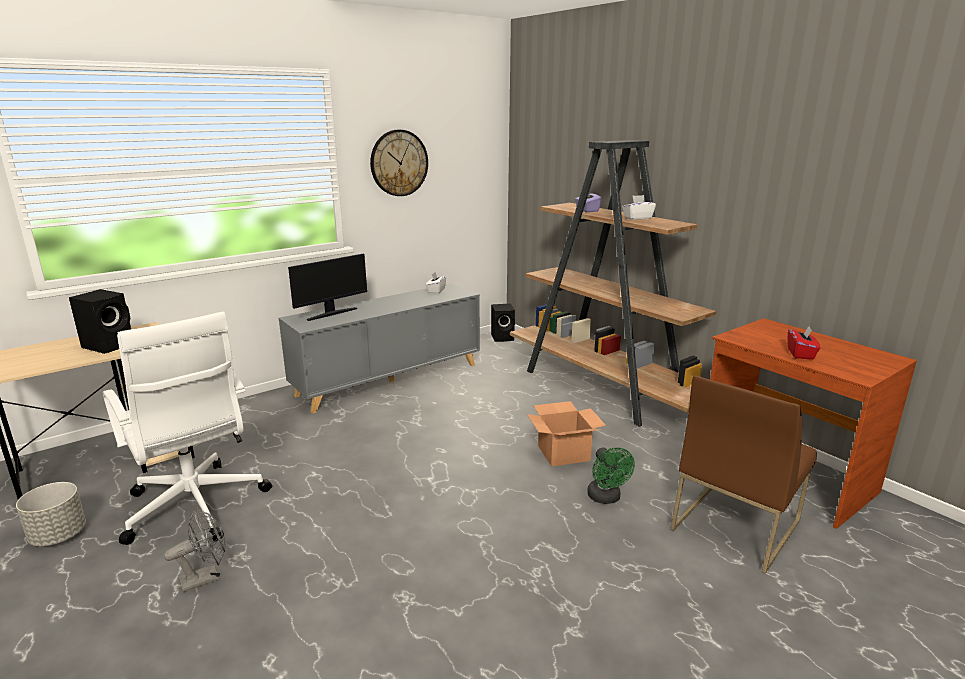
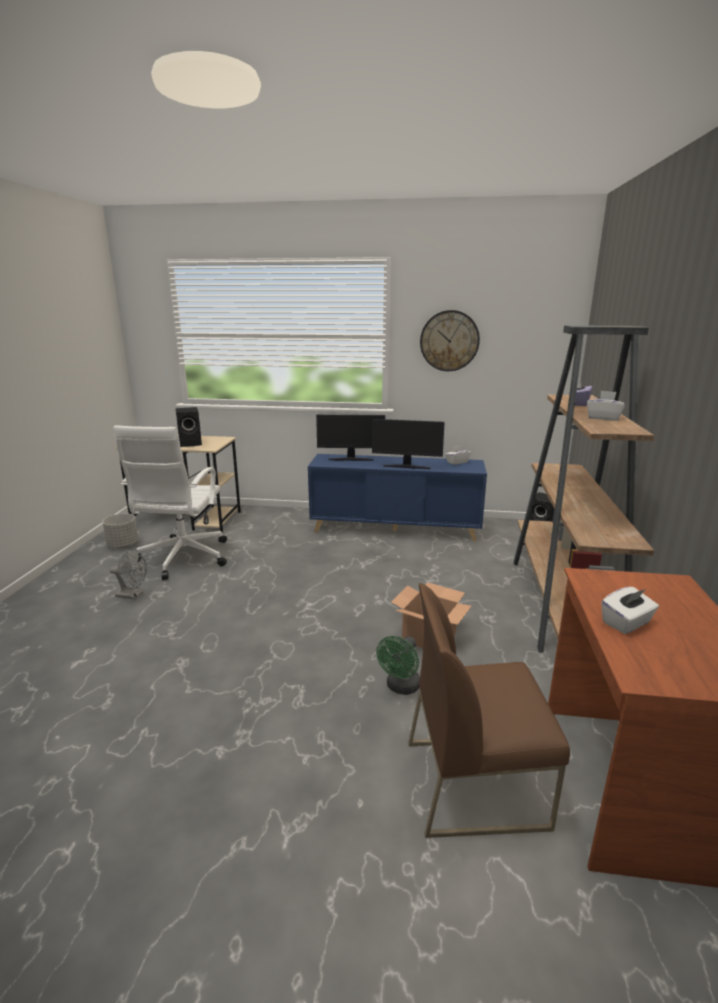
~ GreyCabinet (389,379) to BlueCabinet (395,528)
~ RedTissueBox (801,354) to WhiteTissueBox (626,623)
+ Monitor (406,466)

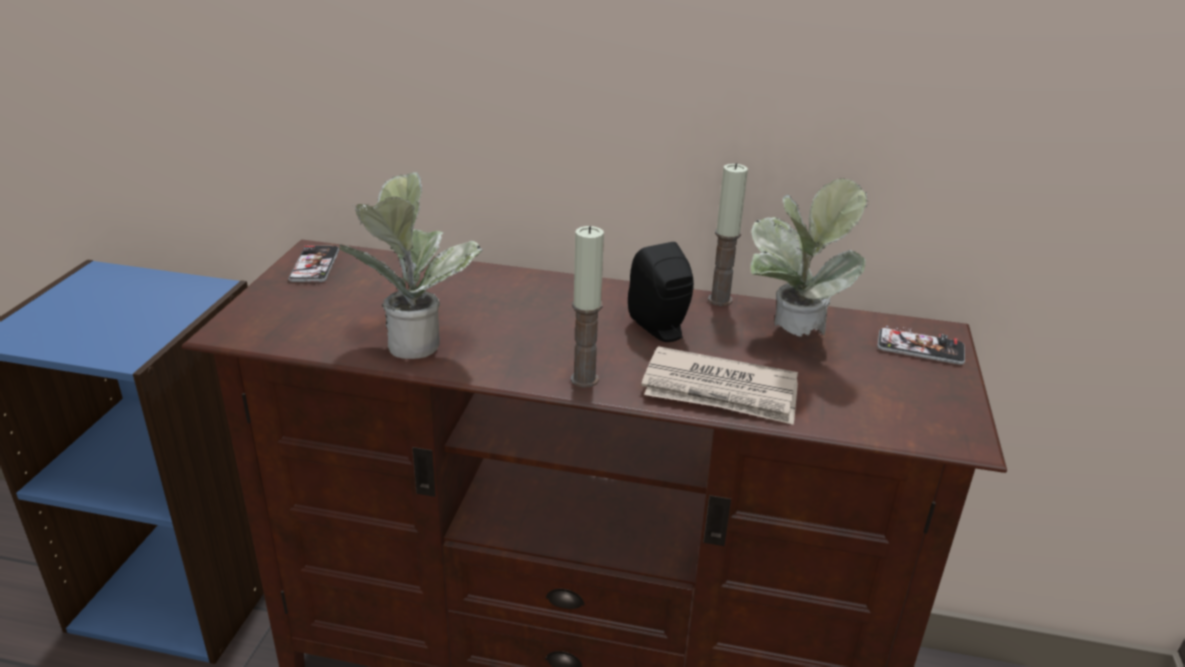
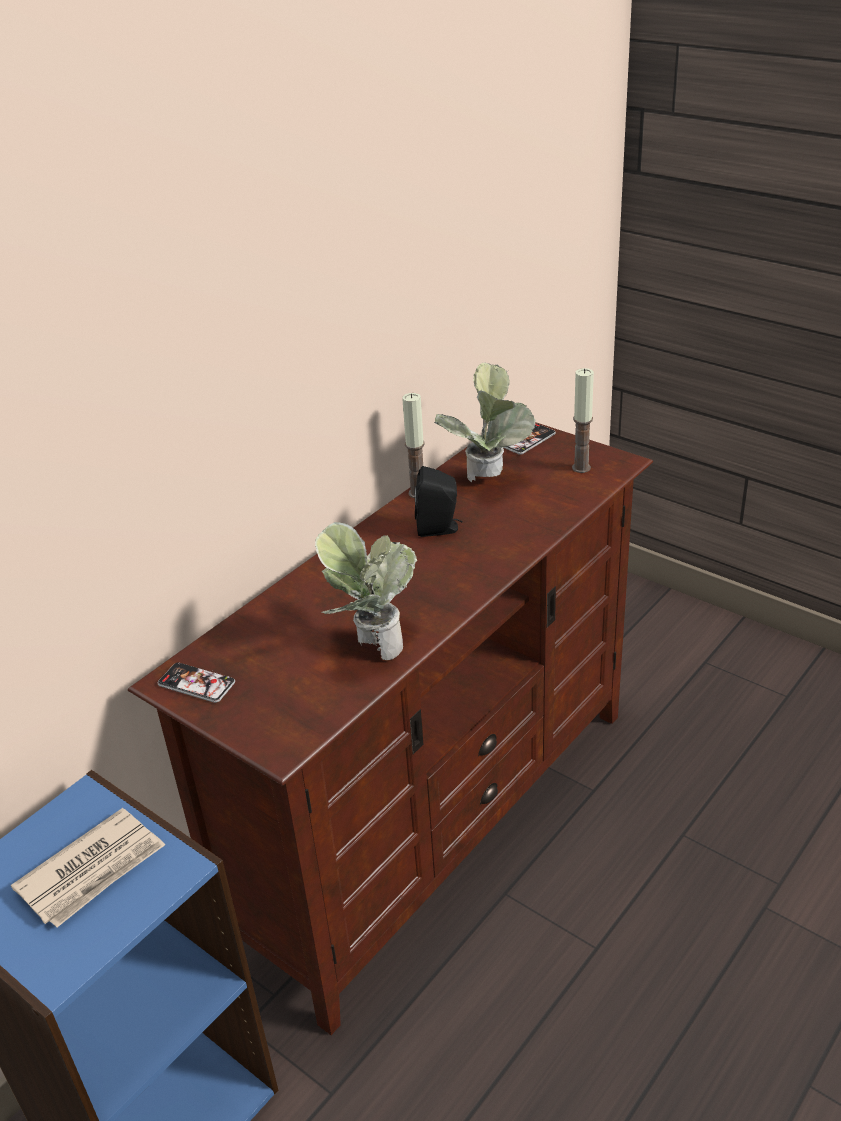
~ Candle (584,379) to (581,468)
~ Newspaper (721,392) to (93,871)

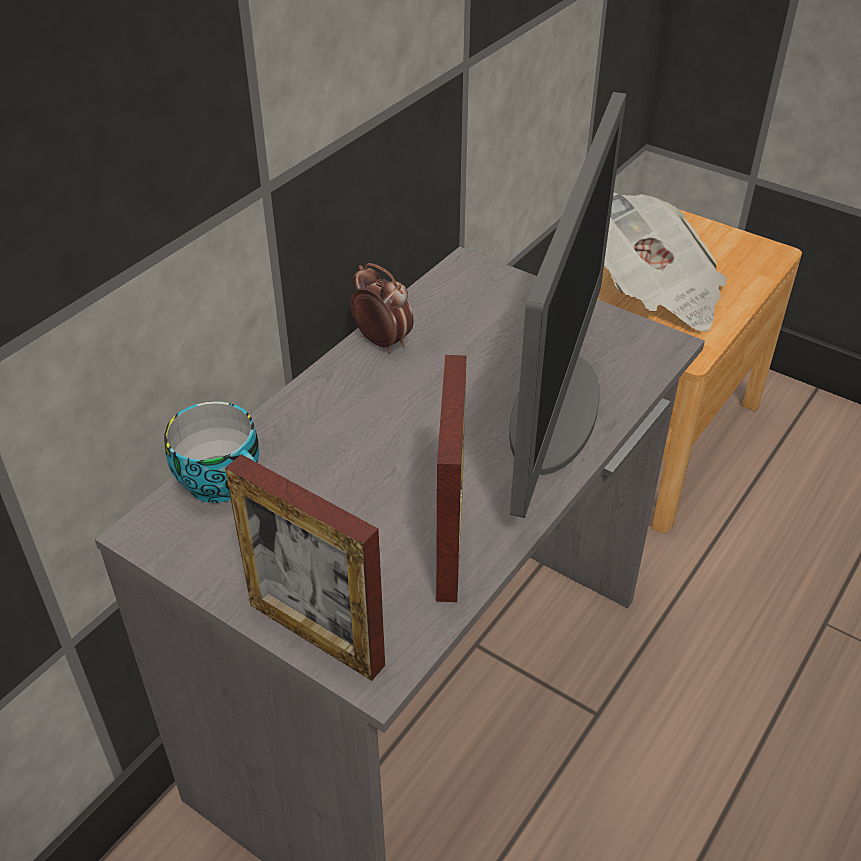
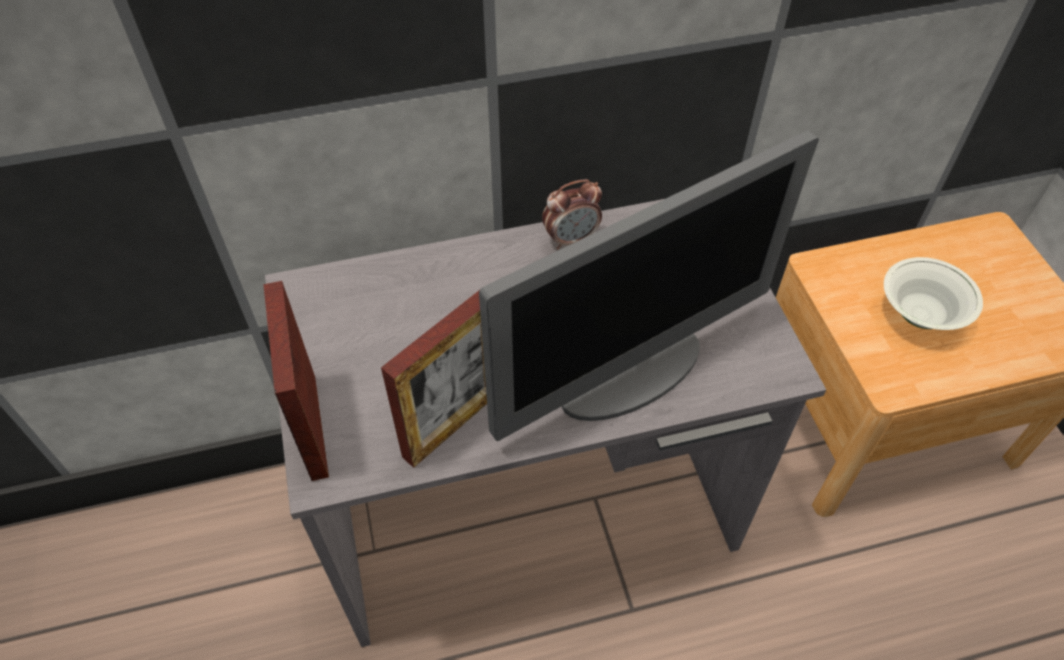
~ Newspaper (655,293) to WhiteBowl (920,315)
~ AlarmClock (382,342) = (571,239) 75 degrees clockwise
- Cup (224,481)

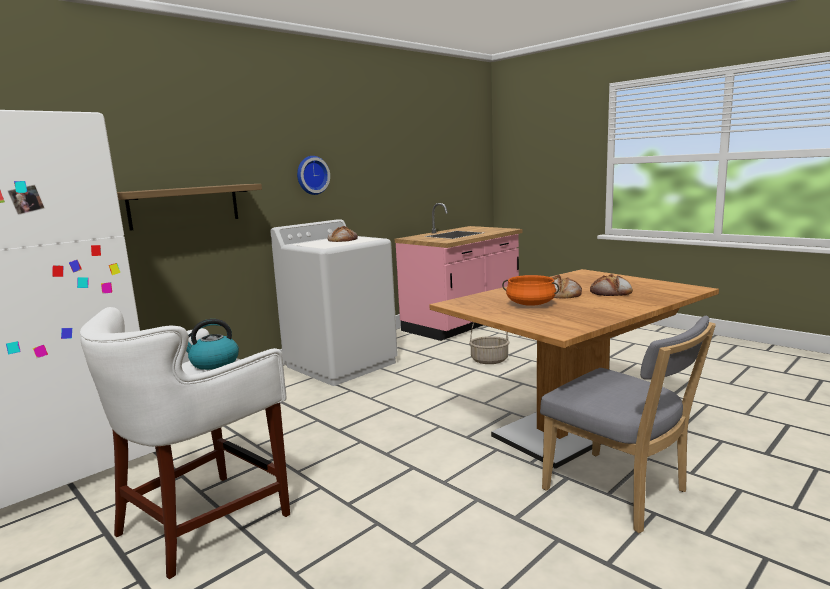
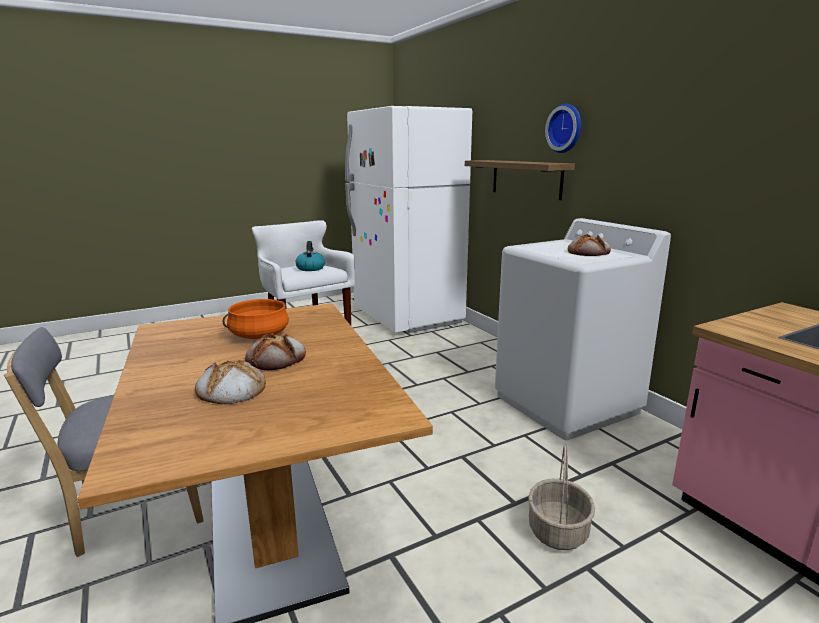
~ WallClock (311,175) to (566,128)

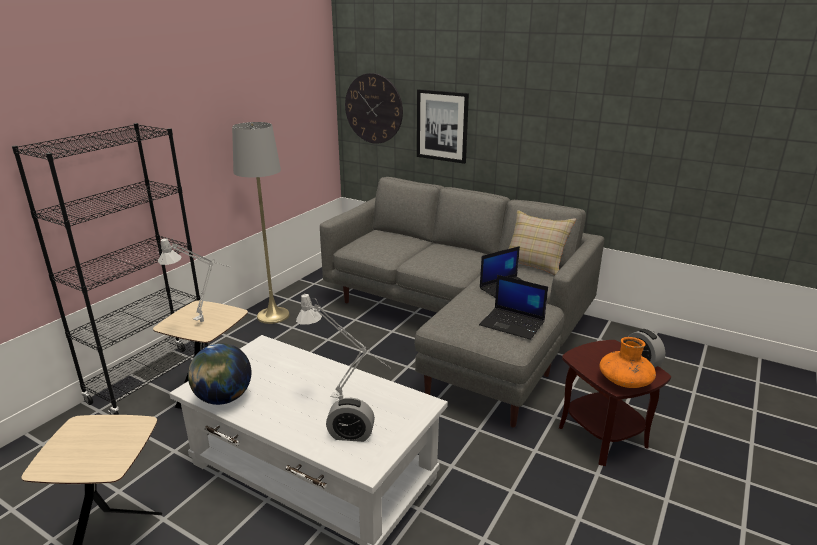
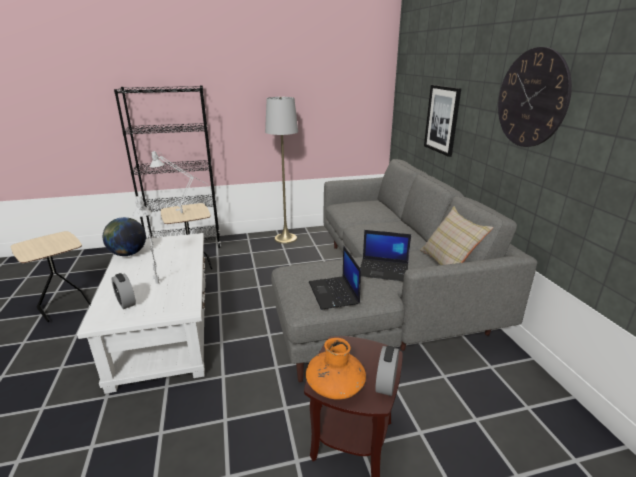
~ WallClock (373,108) to (532,98)

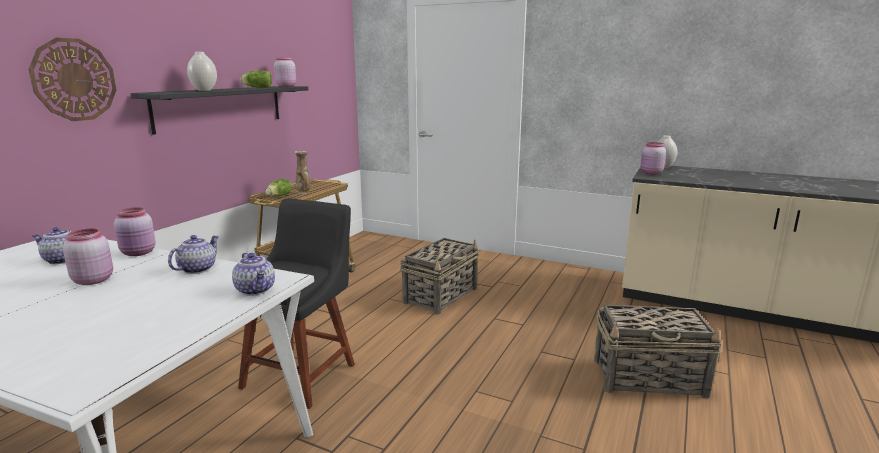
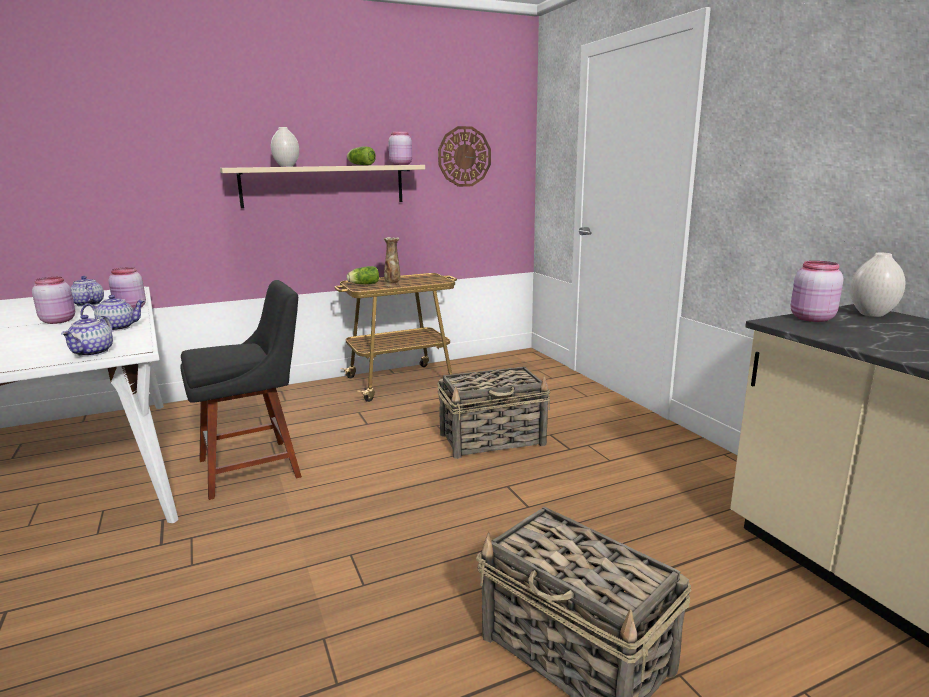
~ WallClock (74,80) to (464,156)
~ BlackShelf (221,107) to BeigeShelf (324,185)

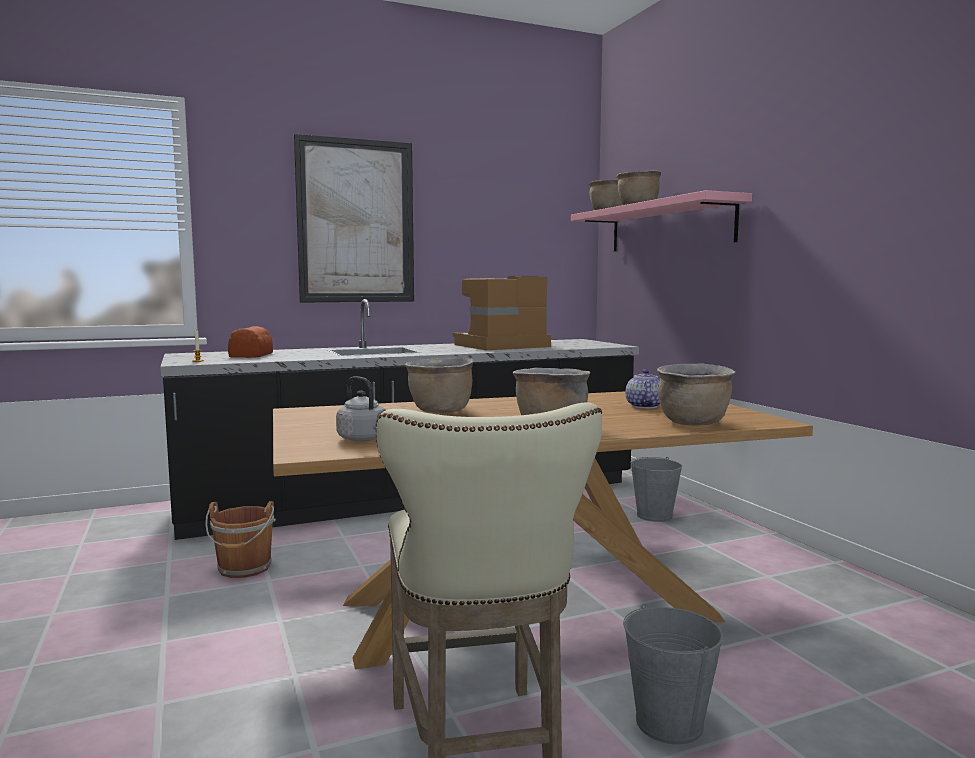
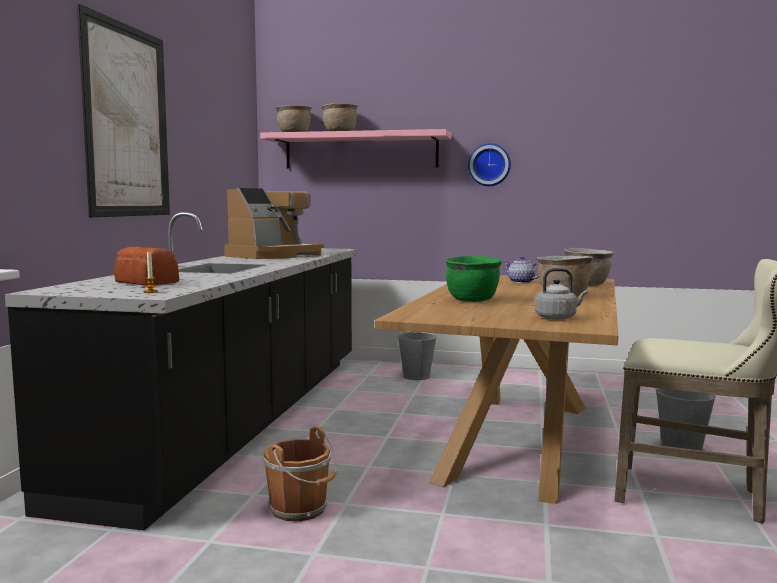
~ CoffeeMachine (500,346) = (274,255) 150 degrees counterclockwise
~ BrownCookingPot (440,411) to GreenCookingPot (472,300)
+ WallClock (489,165)

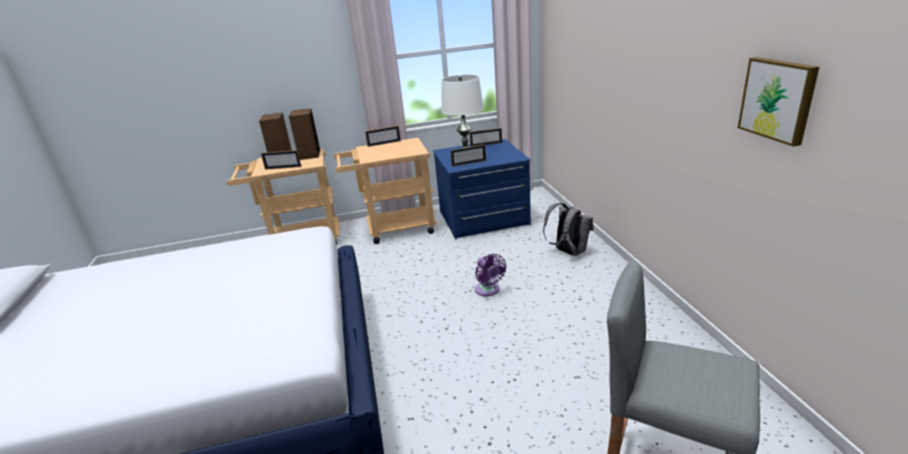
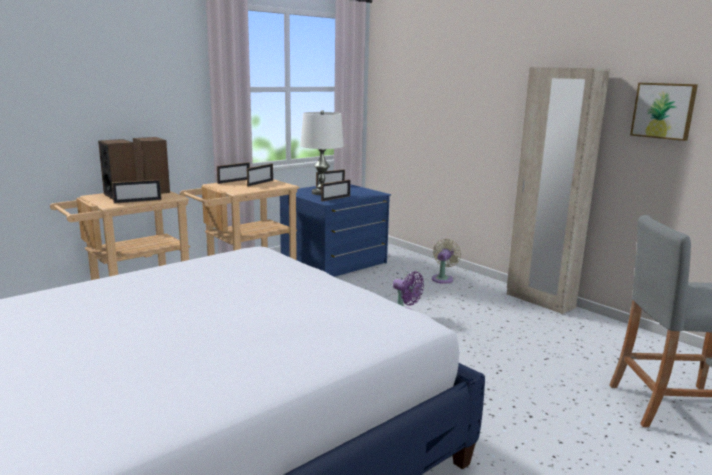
~ GreyBackpack (568,252) to BeigeFan (443,278)
+ BeigeWardrobe (539,301)
+ PictureFrame (260,183)

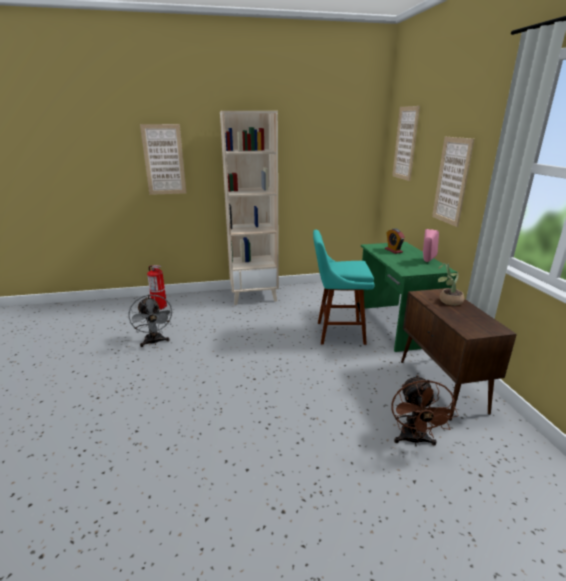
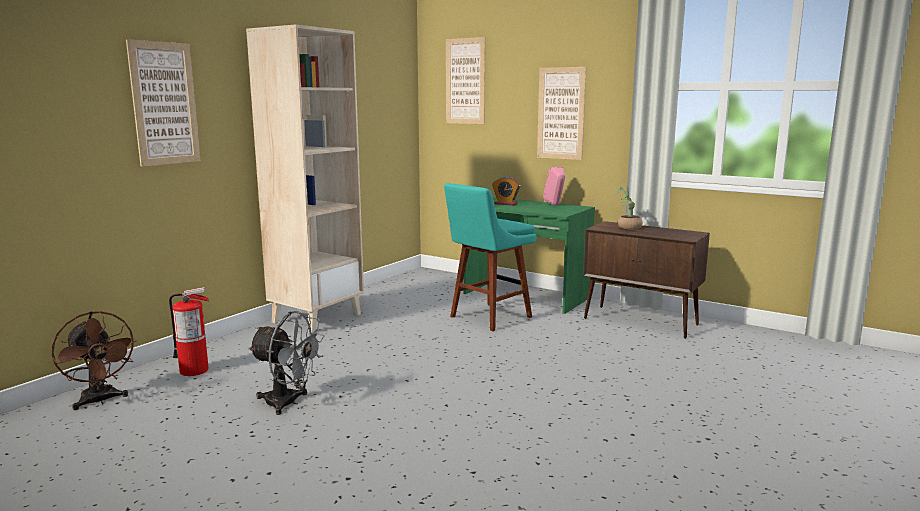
~ BrownFan (414,440) to (100,401)

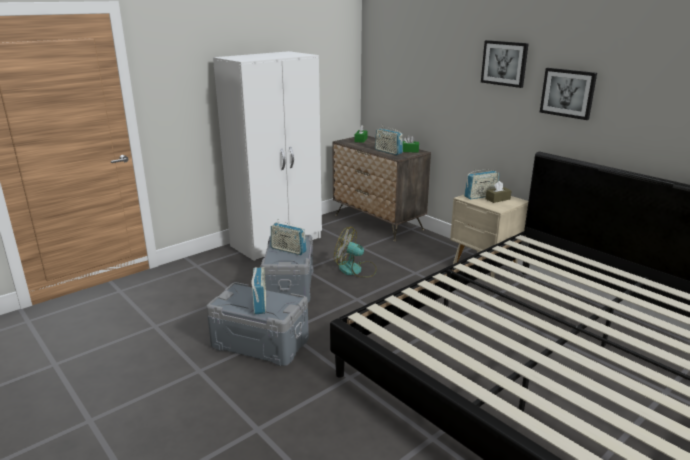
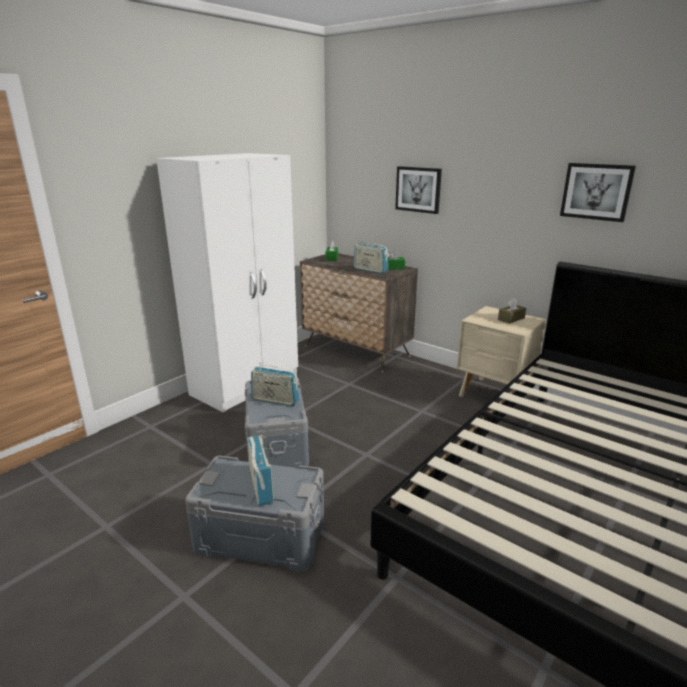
~ Picture (504,63) to (418,189)
- Radio (481,196)
- Fan (355,270)

